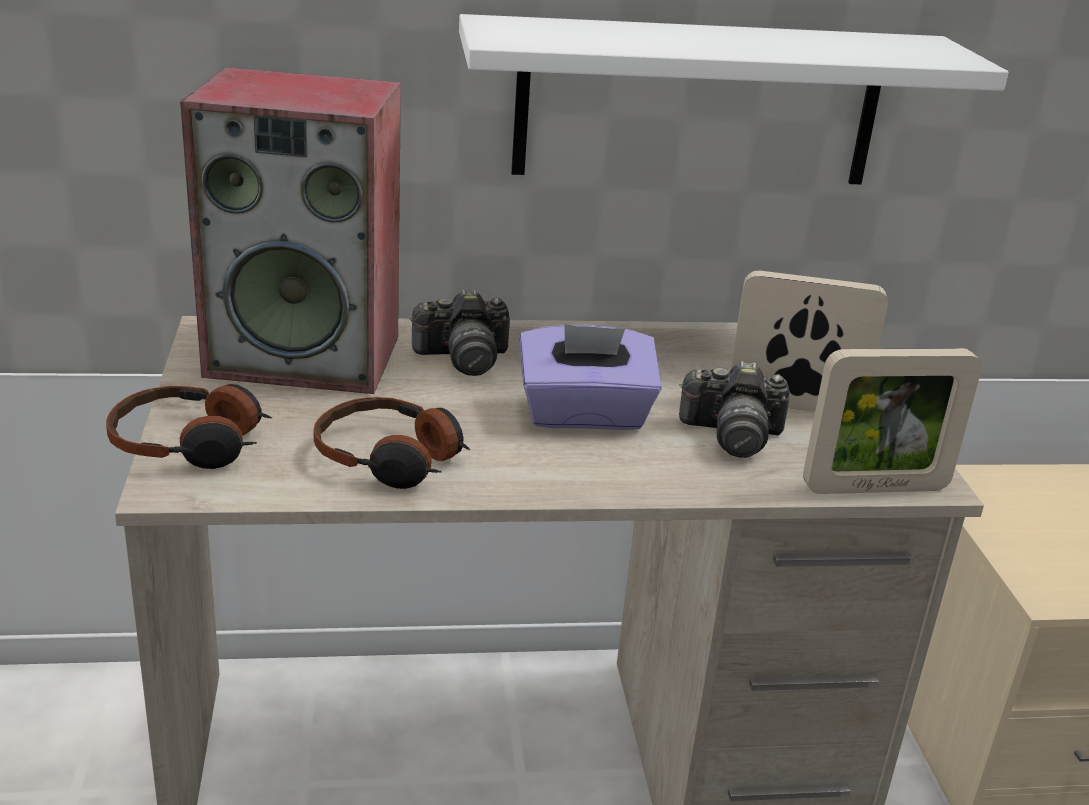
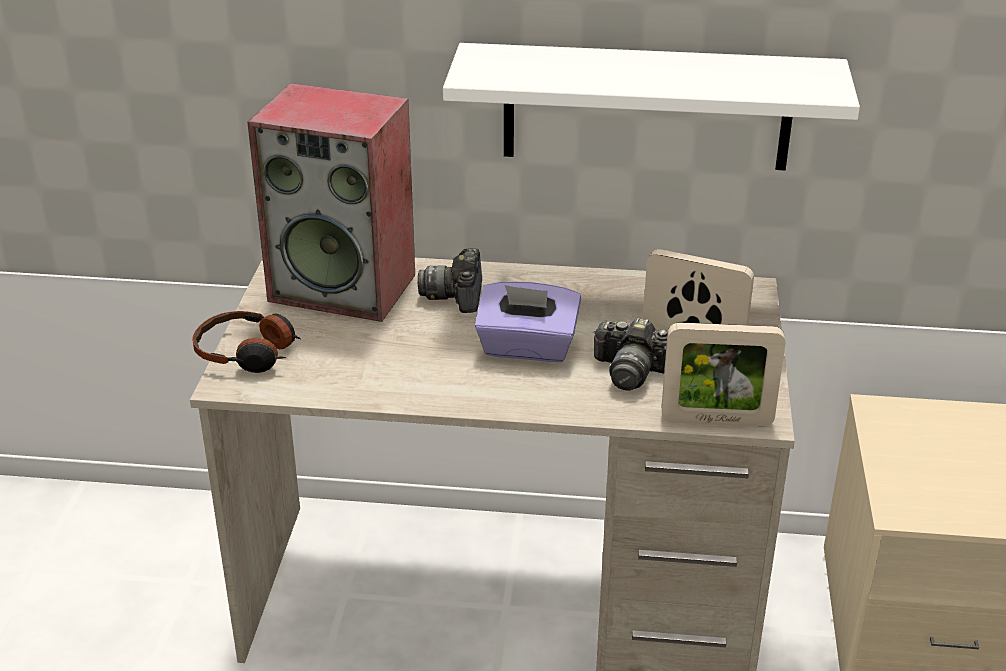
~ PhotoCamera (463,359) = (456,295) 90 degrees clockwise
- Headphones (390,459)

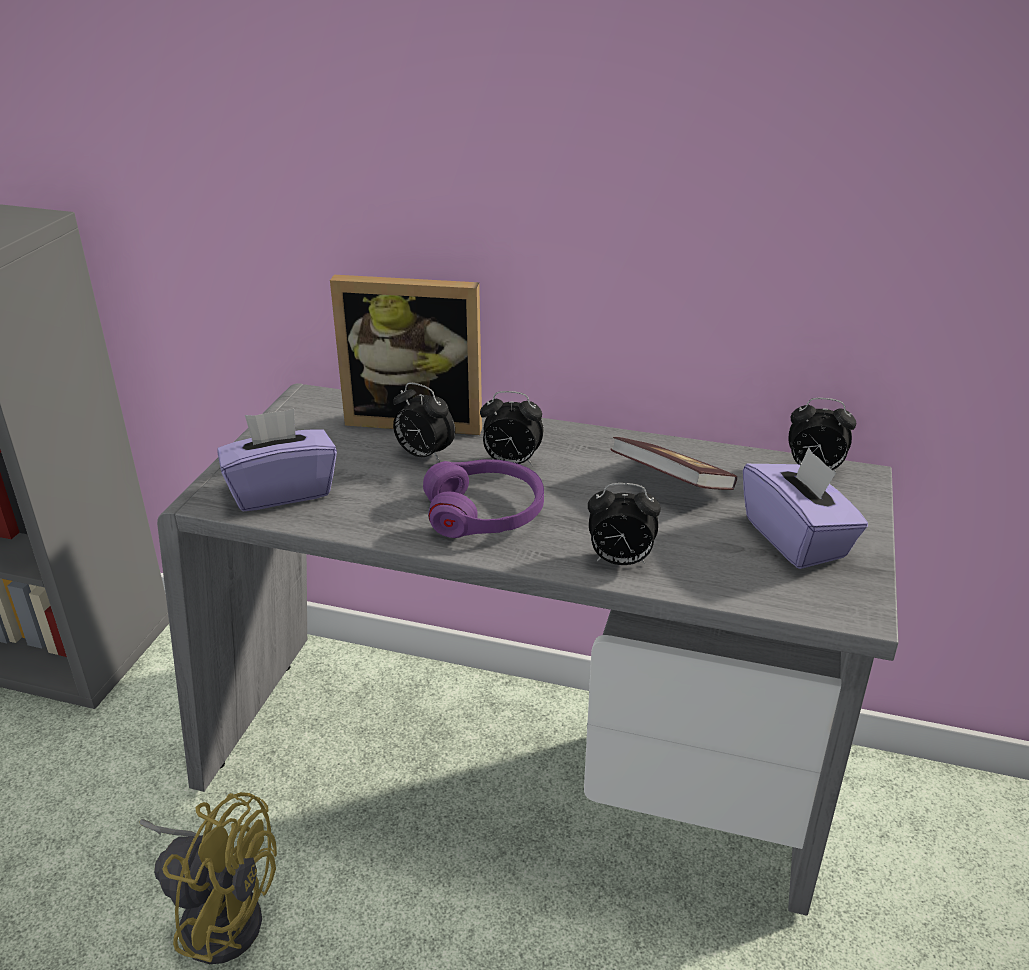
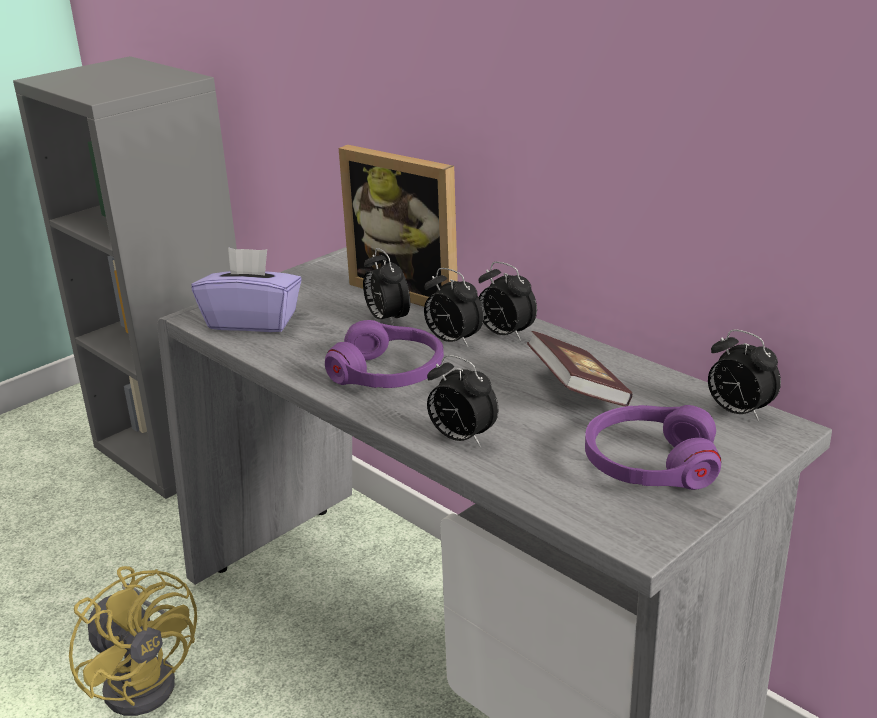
~ PurpleTissueBox (796,538) to PurpleHeadphones (649,464)
+ AlarmClock (505,334)

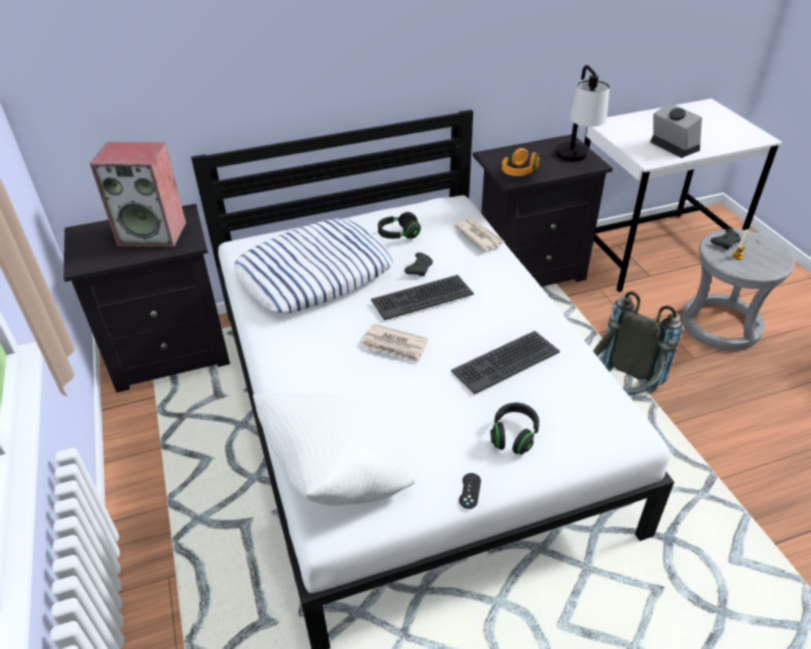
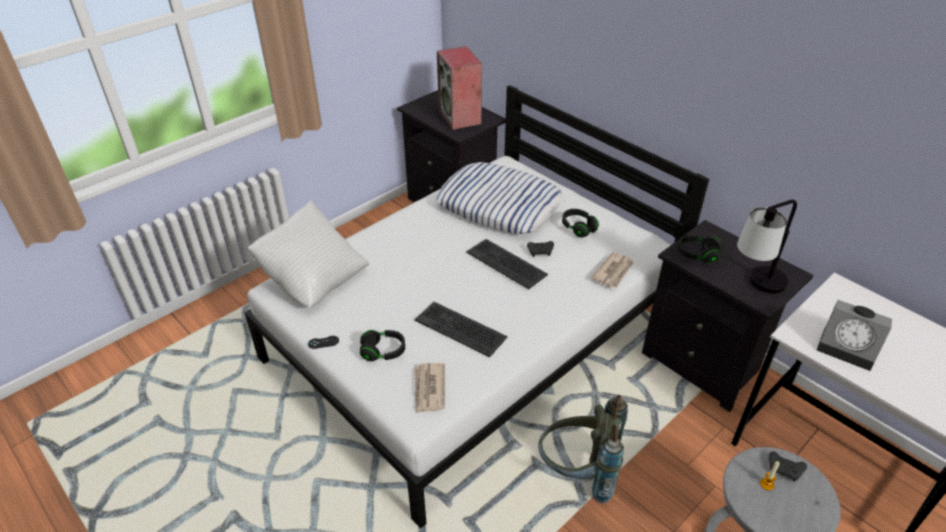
~ AlarmClock (671,146) = (848,348) 90 degrees clockwise
~ OrangeHeadphones (519,172) to BlackHeadphones (697,255)
~ Newspaper (394,345) to (429,389)

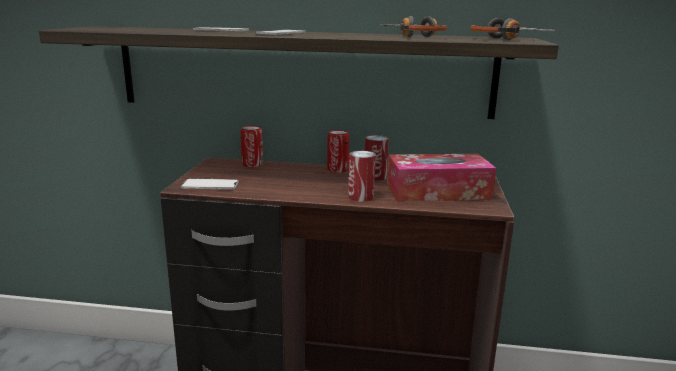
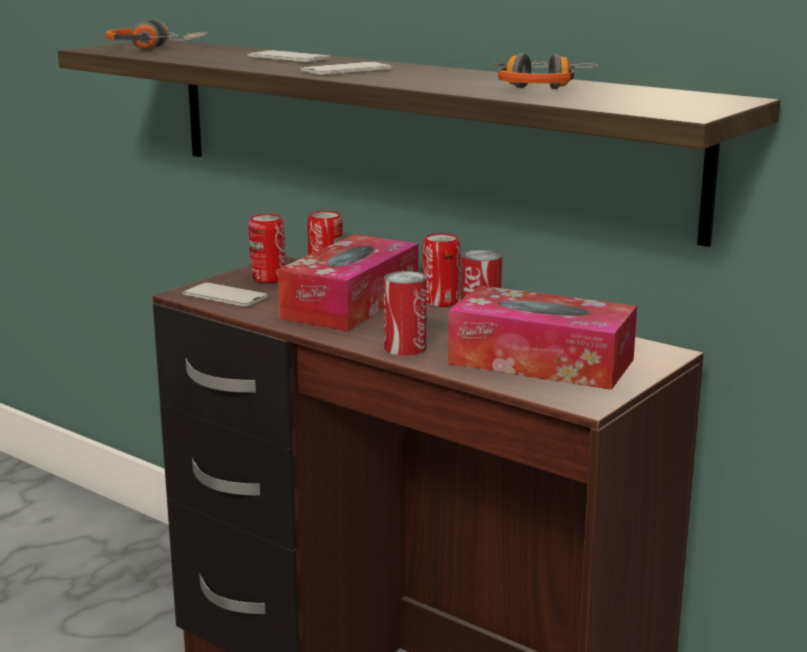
~ Headphones (506,39) to (157,48)
+ Can (268,278)
+ TissueBox (351,303)

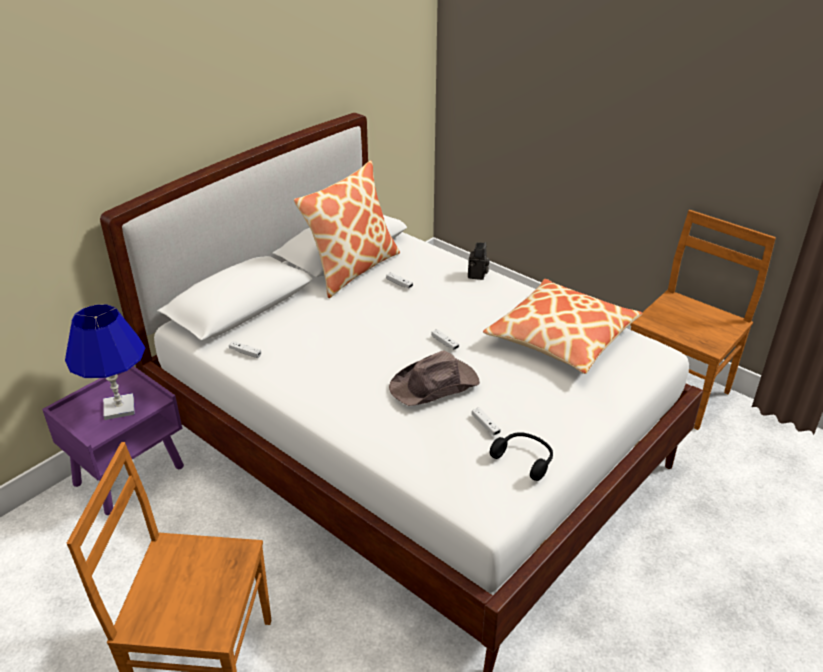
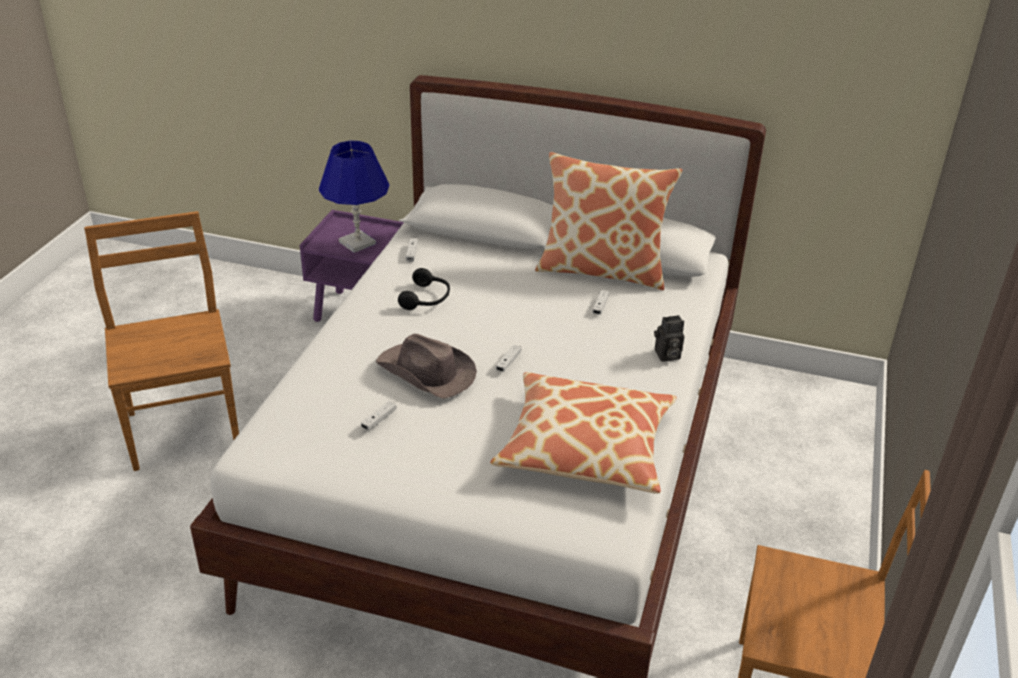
~ BlackHeadphones (524,459) to (427,299)

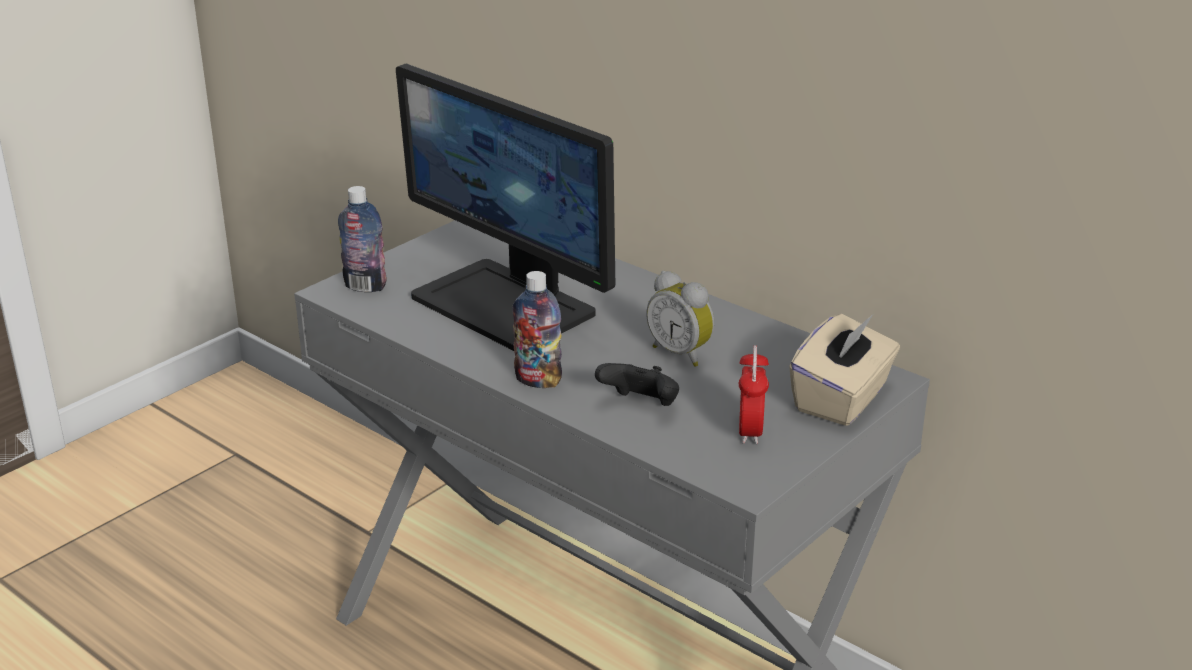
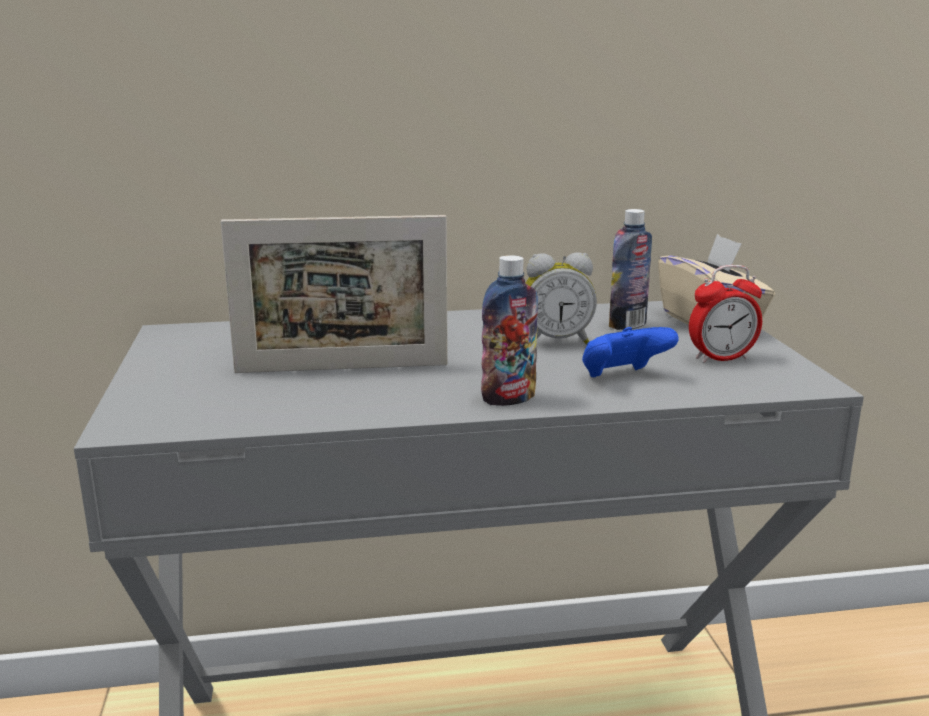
~ Monitor (506,305) to PictureFrame (342,368)
~ Bottle (365,286) to (627,325)
~ AlarmClock (750,431) = (721,358) 60 degrees counterclockwise
~ BlackGameController (641,406) to BlueGameController (622,378)

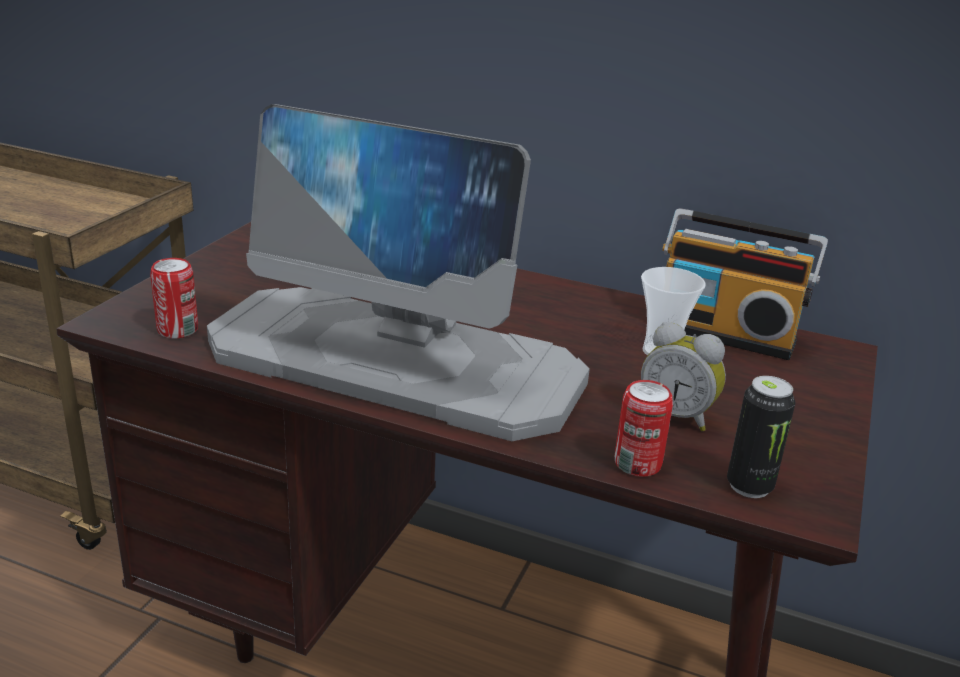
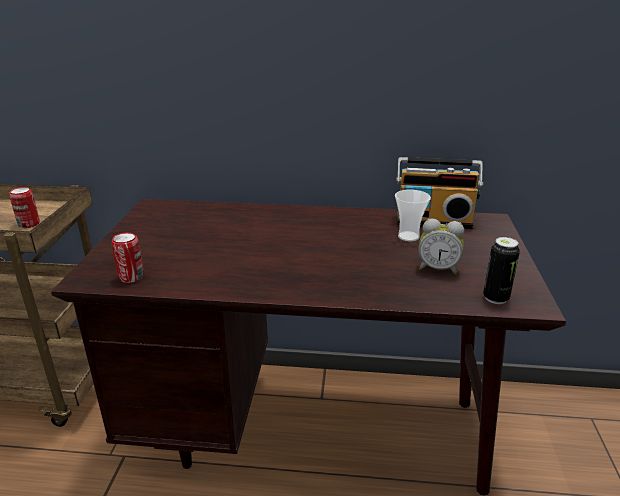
- Monitor (397,362)
~ Can (637,464) to (29,224)

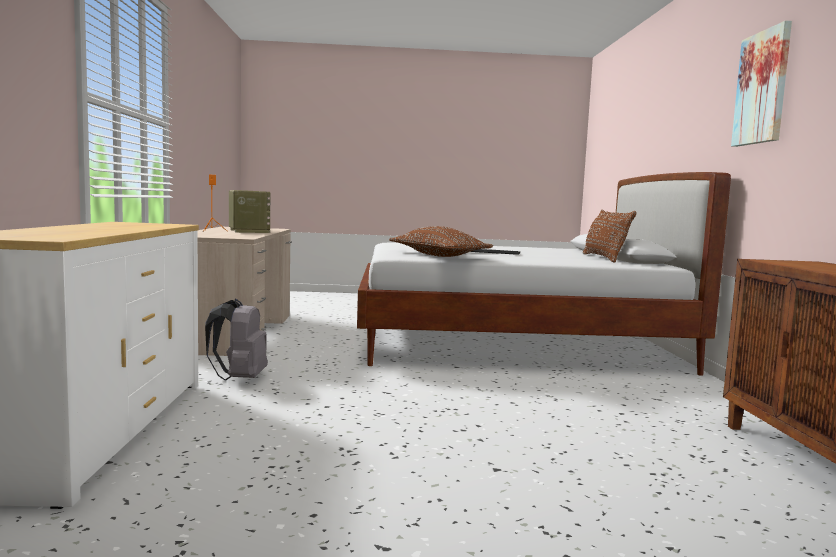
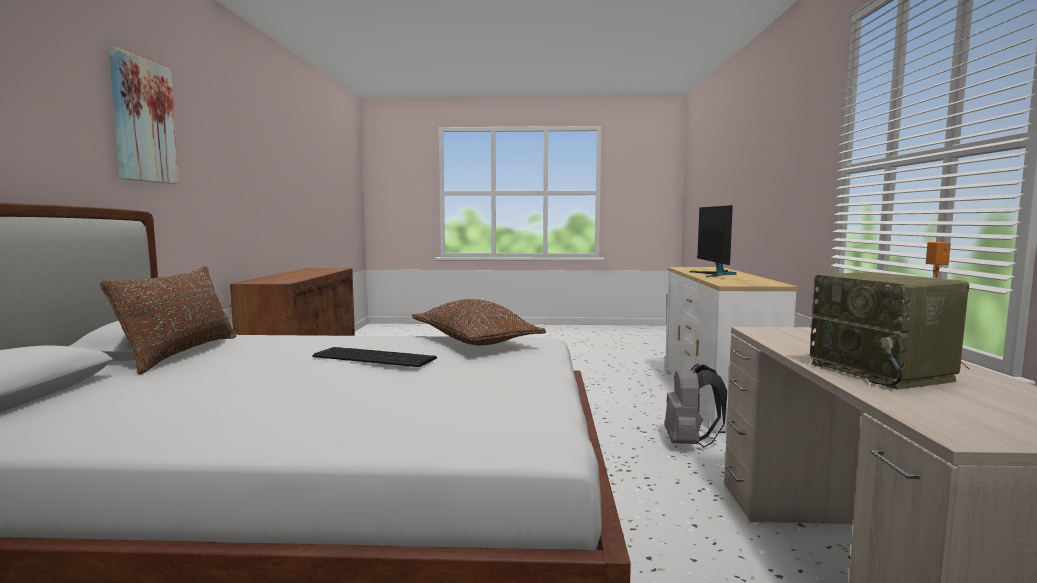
+ Monitor (714,274)

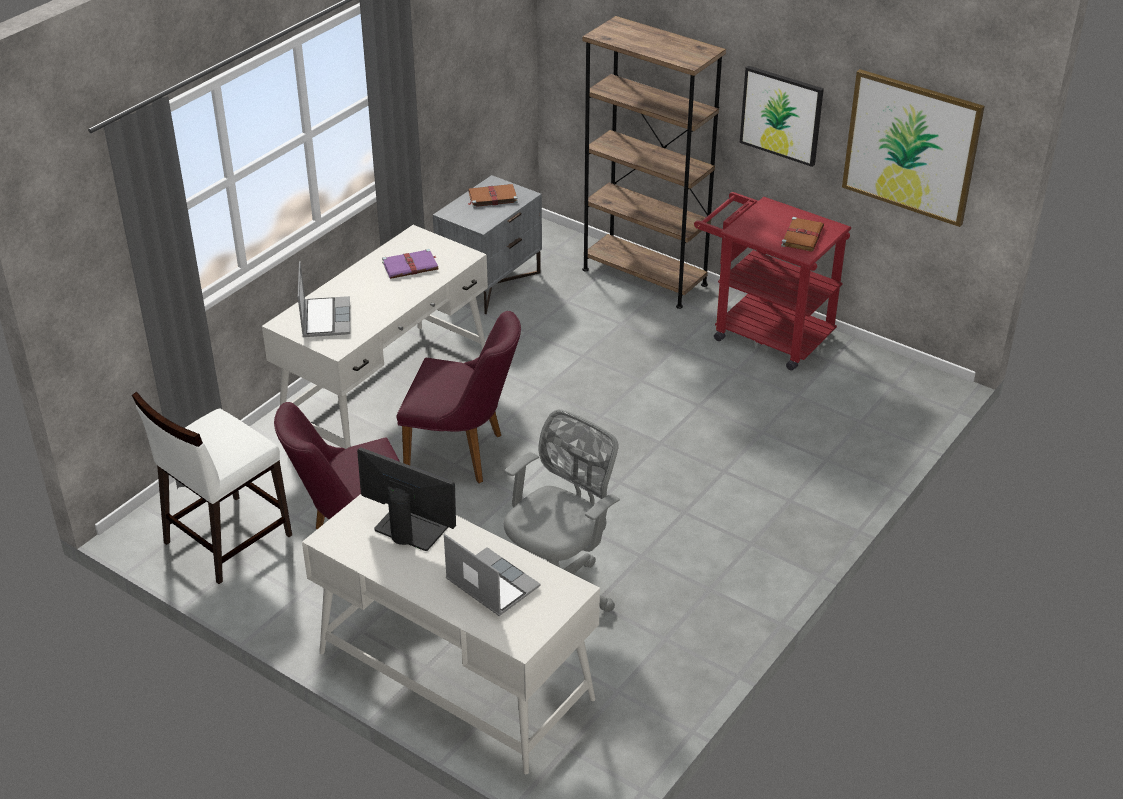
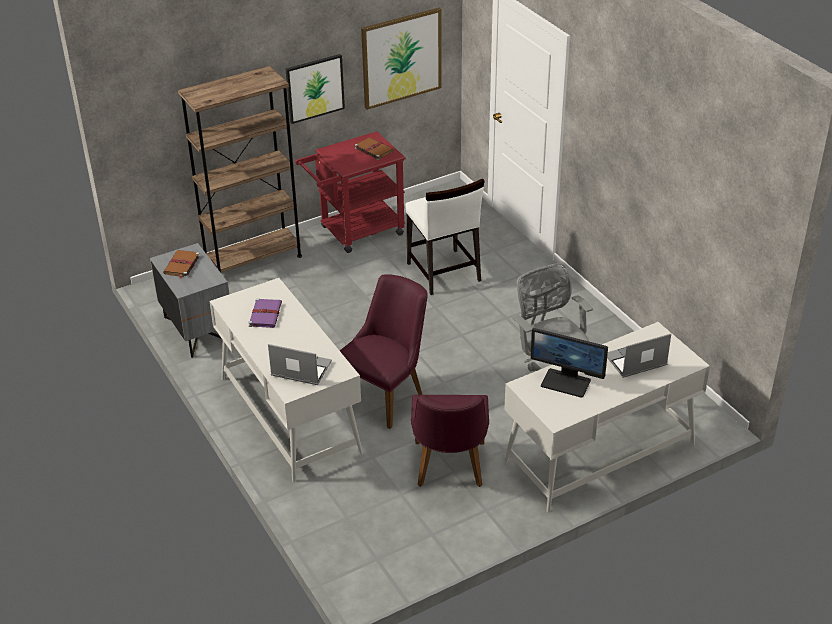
~ WhiteChair (226,539) to (443,272)
~ Monitor (409,529) = (566,382) 120 degrees counterclockwise

